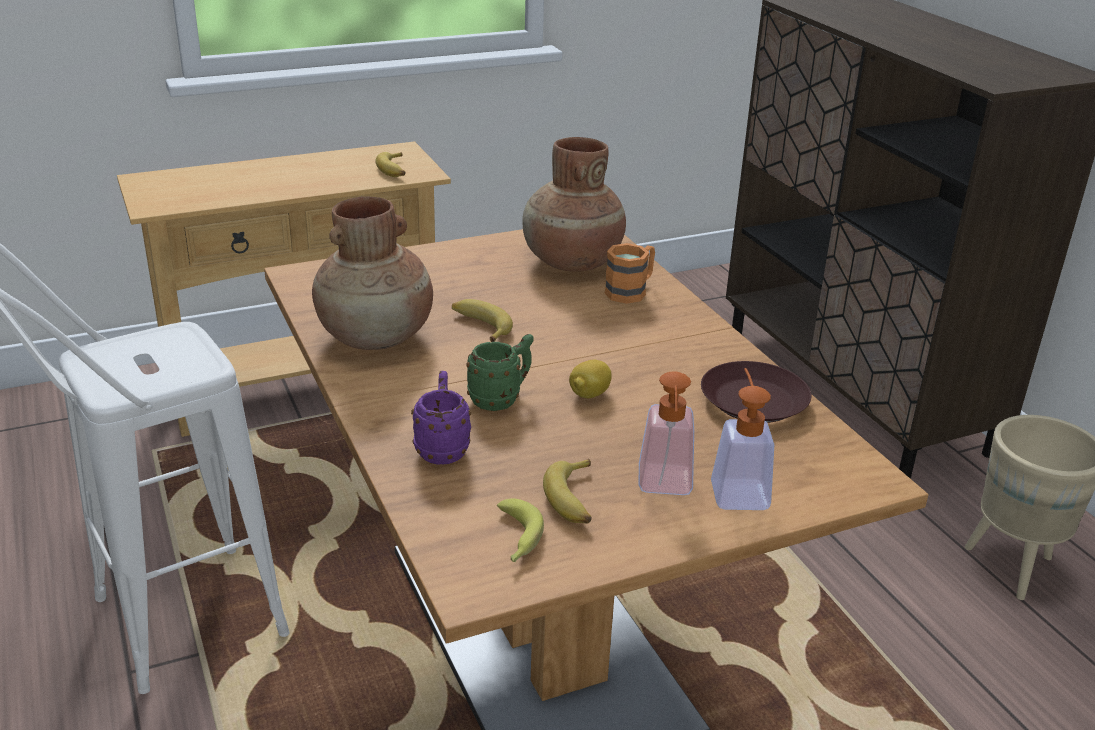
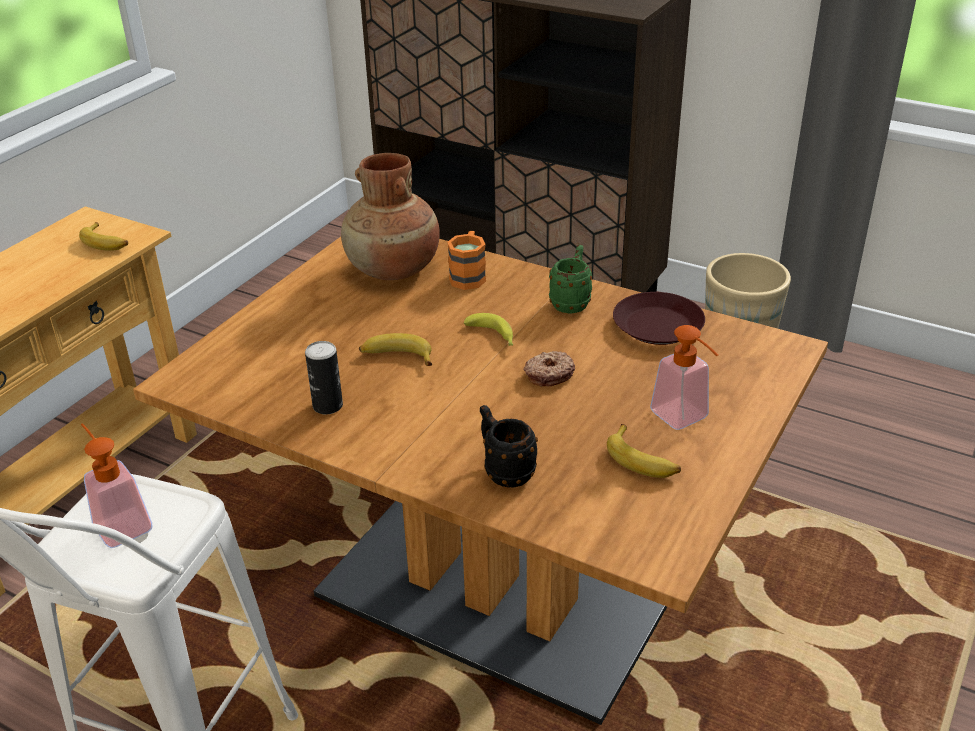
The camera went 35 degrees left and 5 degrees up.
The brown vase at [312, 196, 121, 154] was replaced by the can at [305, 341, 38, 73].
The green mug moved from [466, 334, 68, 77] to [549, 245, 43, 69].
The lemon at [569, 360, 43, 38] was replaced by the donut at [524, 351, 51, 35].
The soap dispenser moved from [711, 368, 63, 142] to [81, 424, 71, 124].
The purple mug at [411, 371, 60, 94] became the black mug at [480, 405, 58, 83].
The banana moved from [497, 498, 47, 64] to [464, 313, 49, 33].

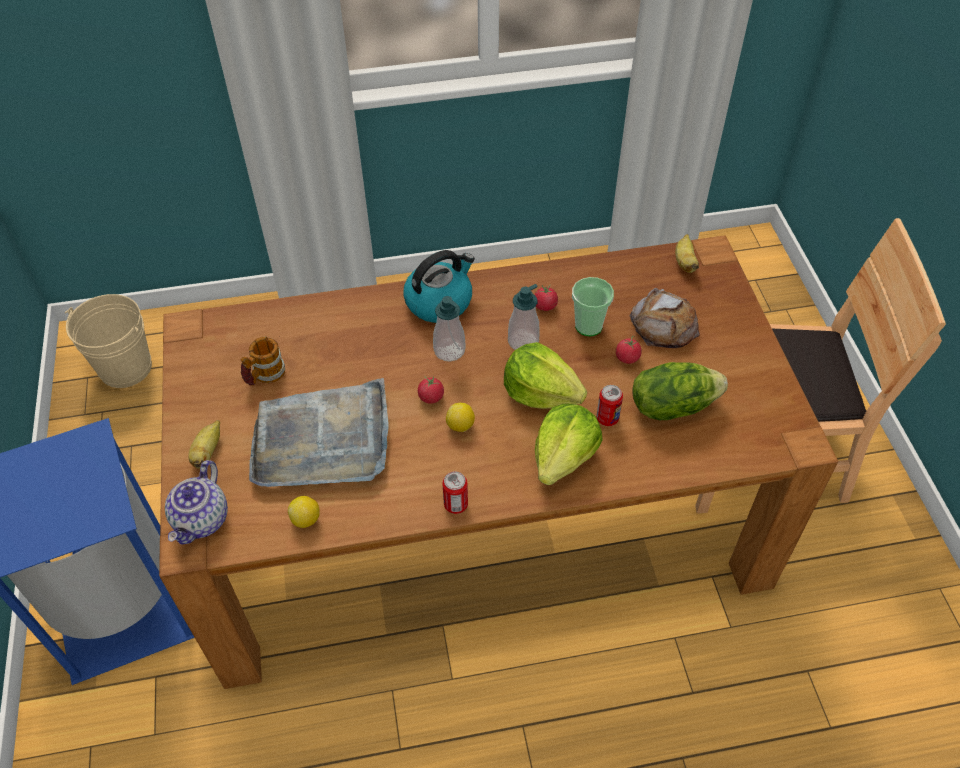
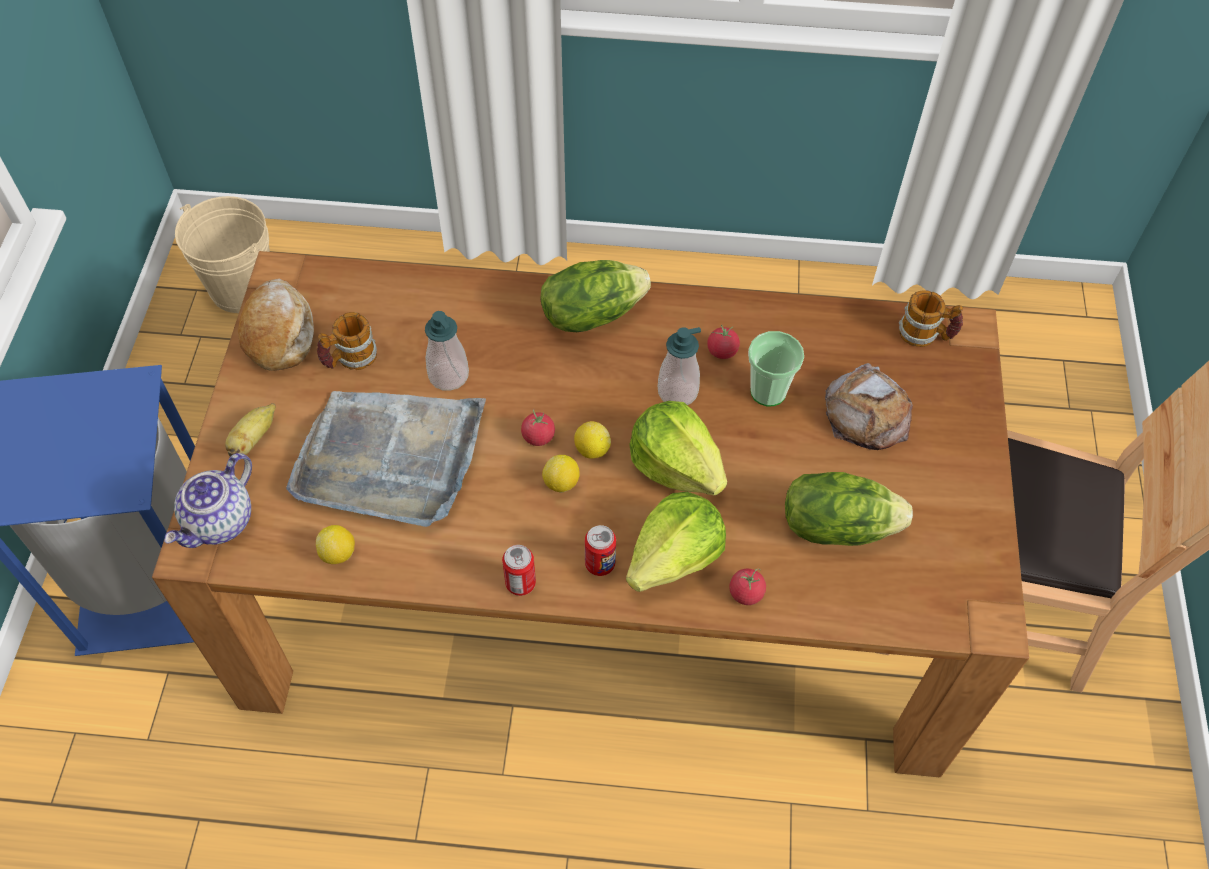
The camera went 15 degrees right and 5 degrees up.
The banana at [675, 234, 24, 39] was replaced by the mug at [899, 290, 64, 57].
The kettle at [403, 250, 72, 73] was replaced by the lettuce at [540, 260, 111, 72].
The soap dispenser moved from [433, 296, 32, 65] to [425, 311, 44, 80].
The tomato moved from [616, 335, 26, 29] to [729, 569, 37, 36].
The can moved from [596, 385, 27, 41] to [585, 525, 31, 51].
The bread at [238, 278, 76, 93] appeared.
The lemon at [574, 421, 37, 38] appeared.

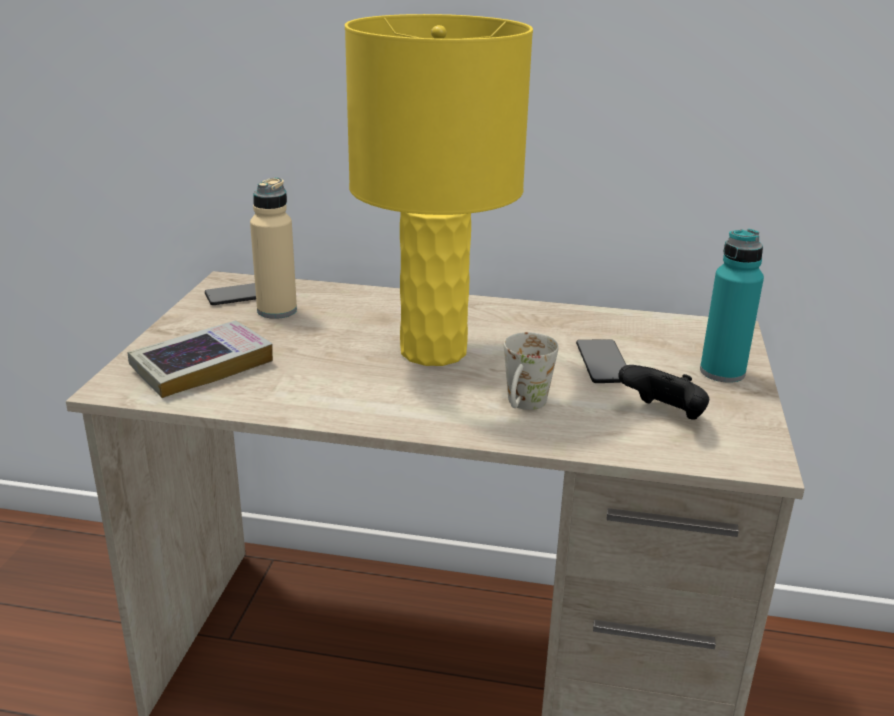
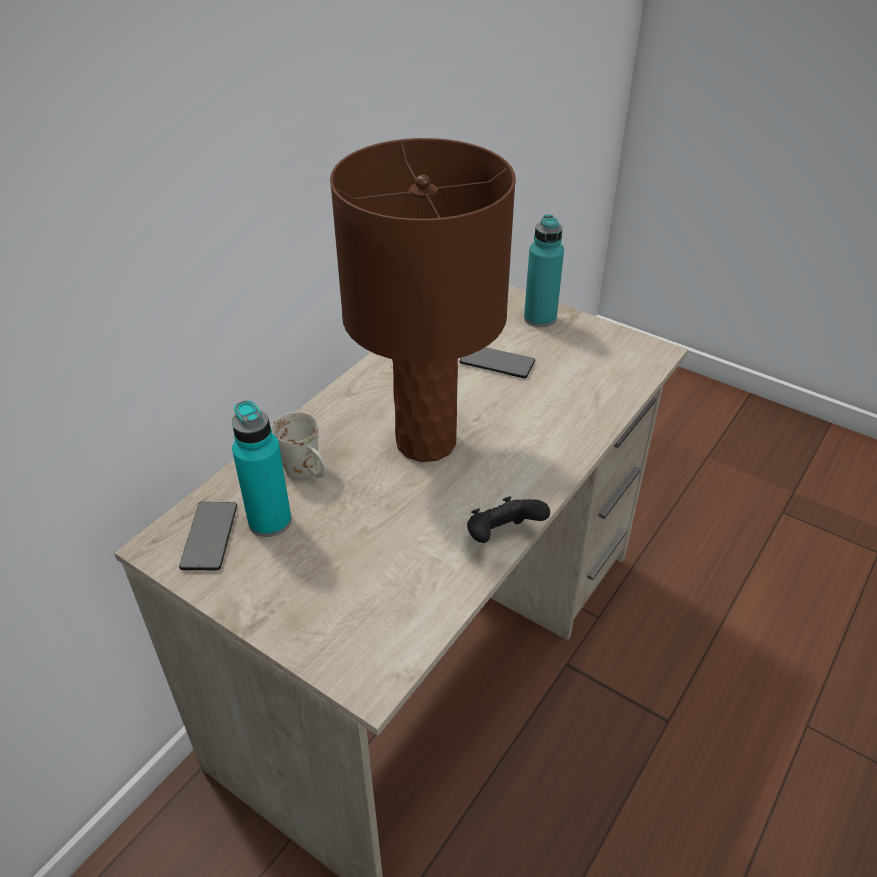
The camera went 65 degrees left and 15 degrees up.
The yellow table lamp at [345, 14, 188, 352] became the brown table lamp at [330, 138, 186, 324].
The beige bottle at [250, 178, 47, 141] became the turquoise bottle at [232, 400, 60, 137].
The book at [128, 321, 145, 77] disappeared.
The white mug moved from [504, 332, 55, 78] to [271, 412, 56, 66].
The black game controller moved from [618, 365, 91, 55] to [467, 496, 83, 47].

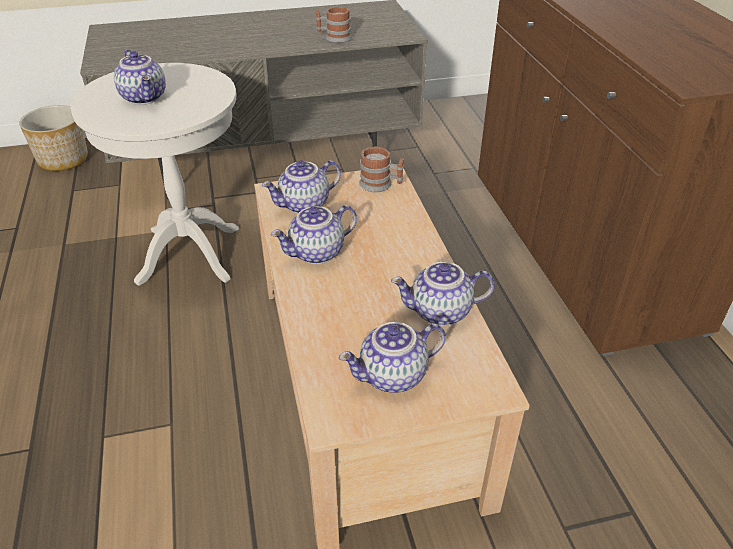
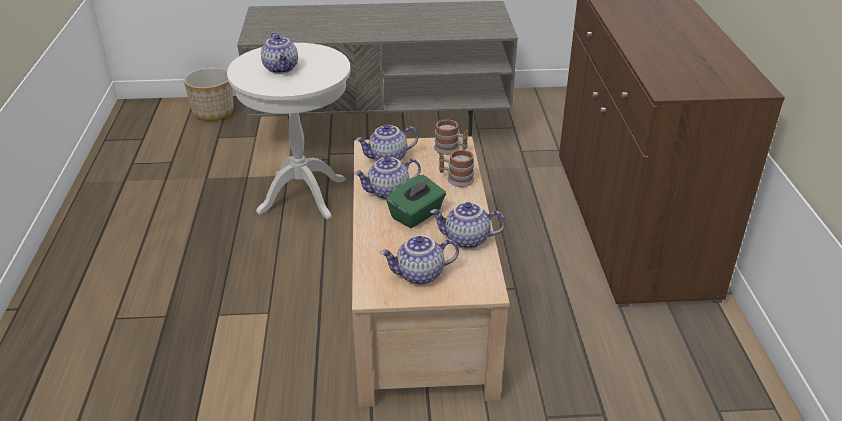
The camera went 10 degrees right and 5 degrees down.
The mug moved from [316, 7, 36, 36] to [439, 150, 36, 37].
The green tissue box at [386, 175, 60, 53] appeared.

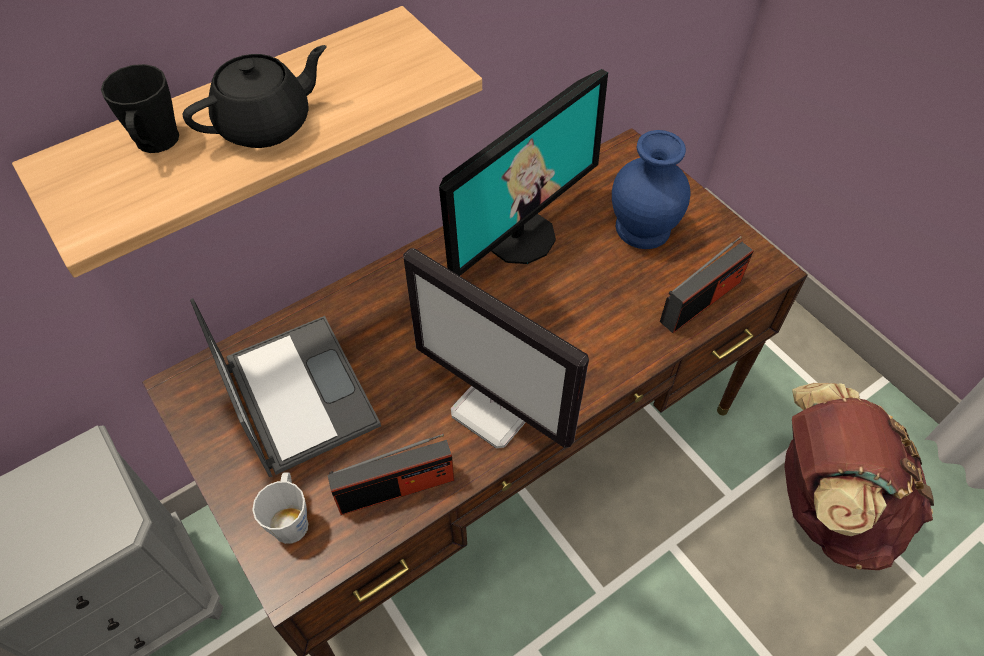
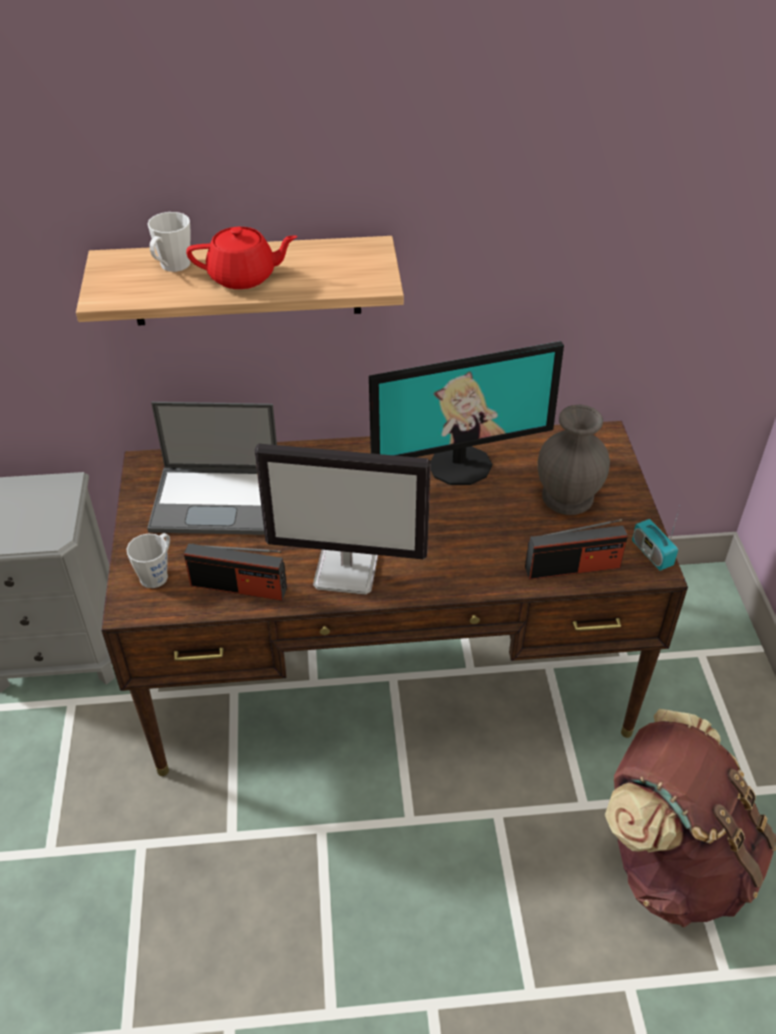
The camera went 30 degrees right and 10 degrees down.
The black teapot at [183, 45, 144, 103] became the red teapot at [186, 227, 112, 62].
The black mug at [101, 64, 78, 89] became the white mug at [147, 212, 44, 60].
The blue vase at [612, 130, 79, 119] became the grey vase at [538, 404, 72, 111].
The monitor at [403, 248, 186, 200] turned 60 degrees counterclockwise.
The laptop at [190, 298, 191, 179] turned 90 degrees clockwise.
The radio at [632, 506, 48, 65] appeared.

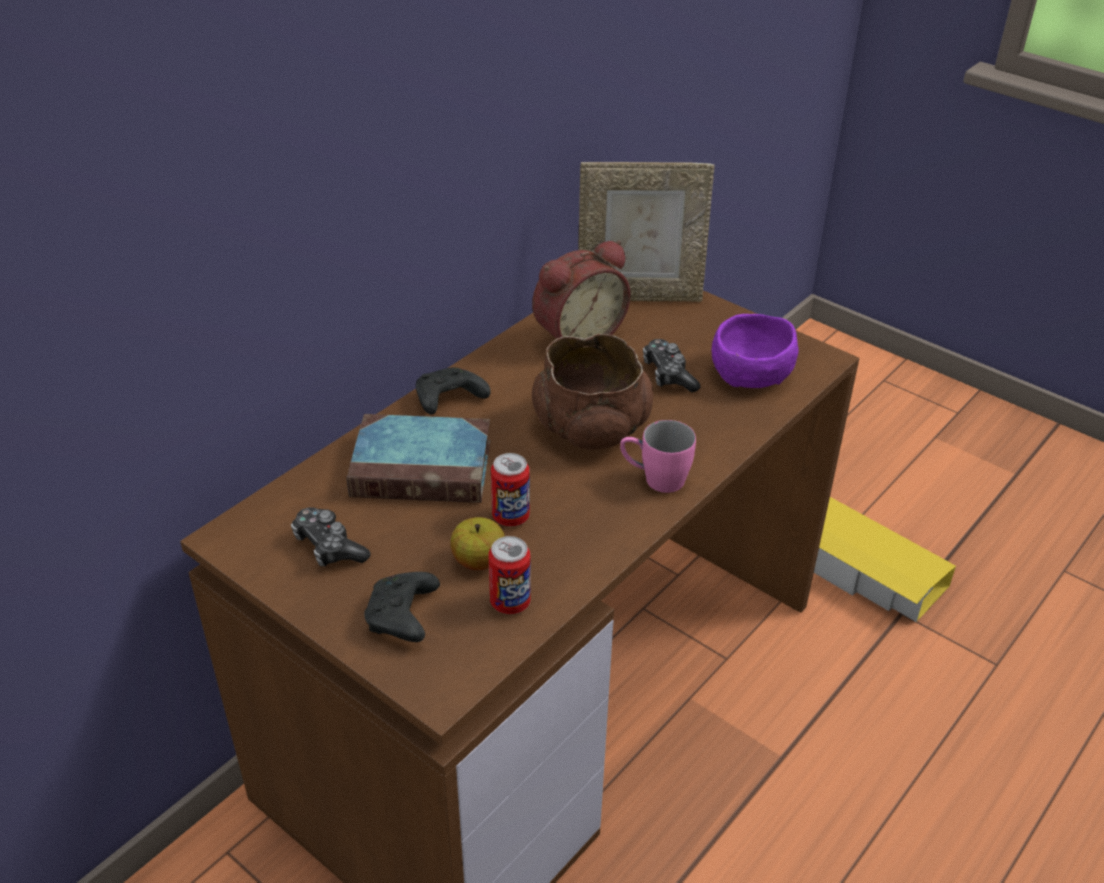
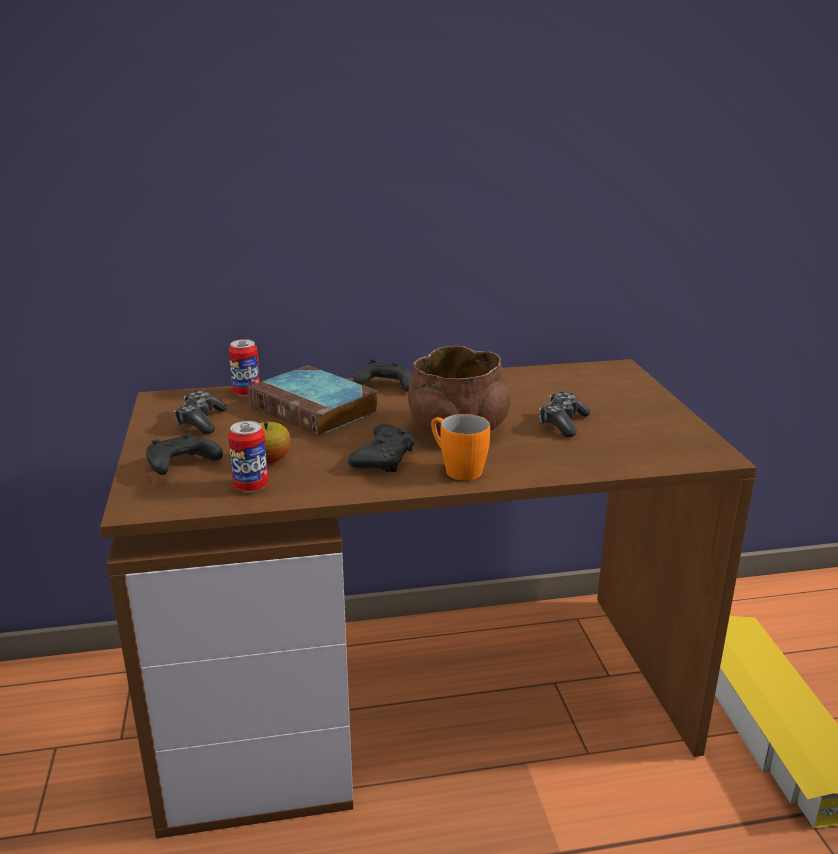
The camera went 40 degrees right and 15 degrees down.
The picture frame at [578, 162, 137, 140] disappeared.
The alarm clock at [532, 240, 99, 106] disappeared.
The purple bowl at [712, 314, 87, 74] disappeared.
The pink mug at [620, 420, 76, 73] became the orange mug at [431, 414, 59, 66].
The can moved from [491, 453, 39, 73] to [229, 339, 31, 58].
The black game controller at [348, 424, 67, 48] appeared.

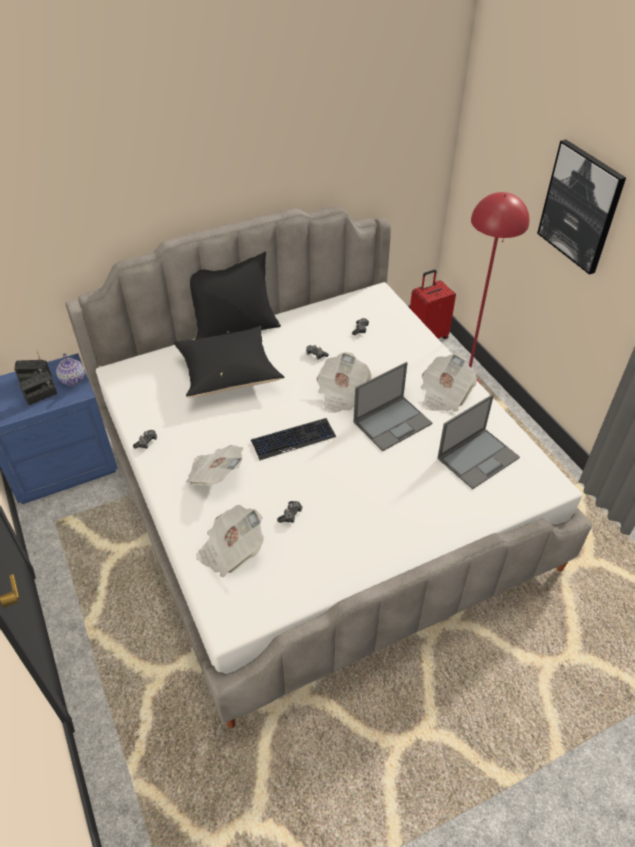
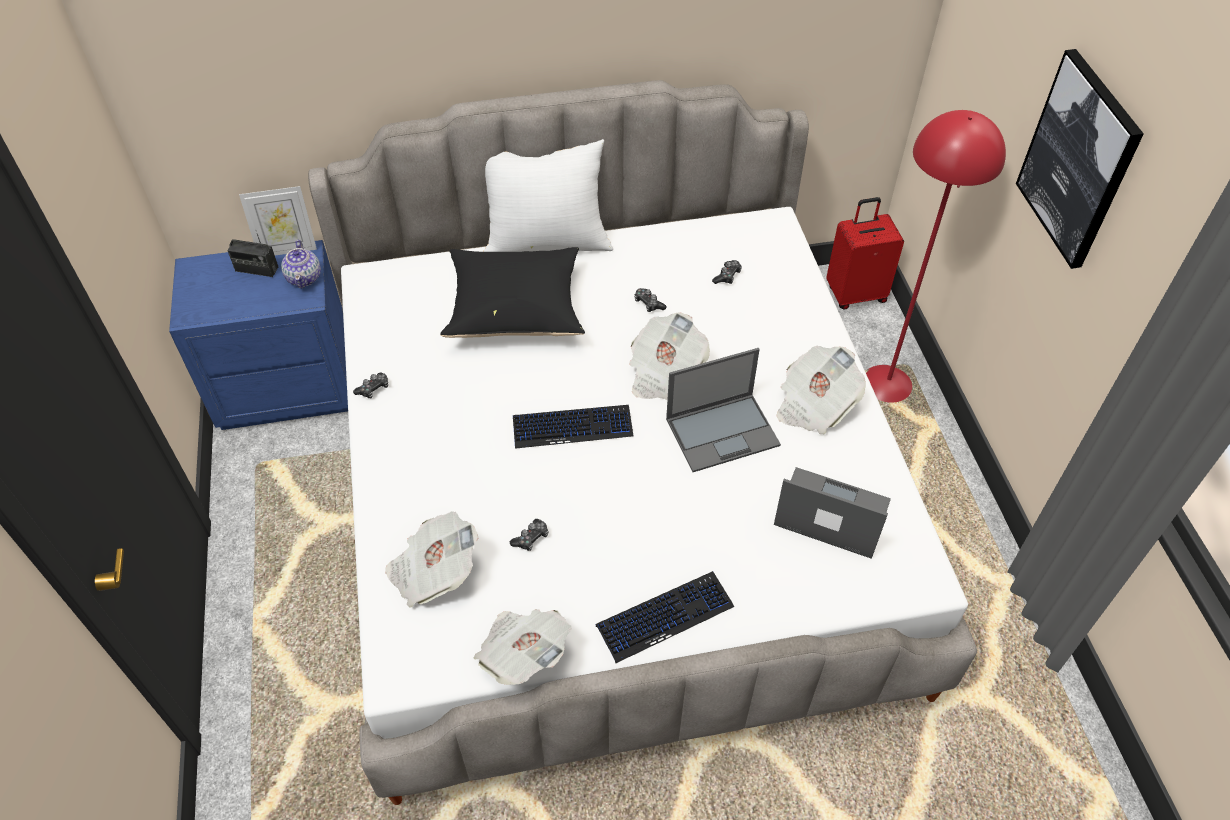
The camera went 15 degrees right and 5 degrees up.
The black pillow at [190, 252, 91, 87] became the white pillow at [483, 139, 130, 113].
The radio at [19, 360, 38, 45] disappeared.
The laptop at [437, 394, 83, 95] turned 135 degrees counterclockwise.
The newspaper moved from [186, 445, 57, 41] to [473, 609, 99, 76].
The picture frame at [239, 186, 78, 70] appeared.
The keyboard at [596, 571, 138, 92] appeared.

